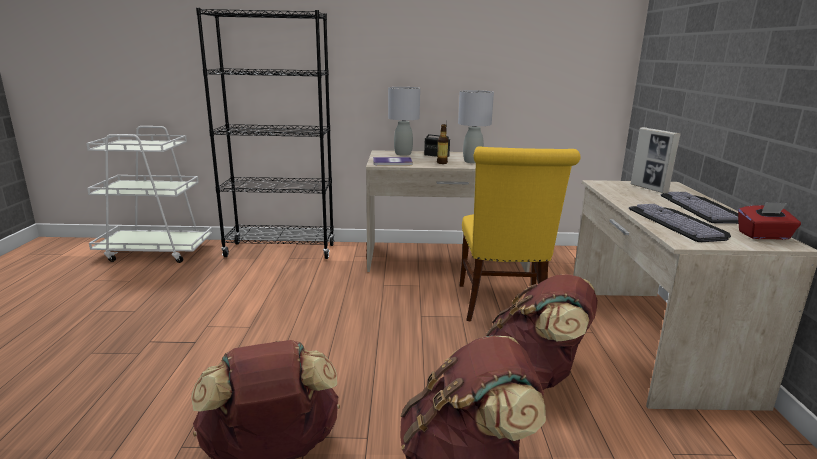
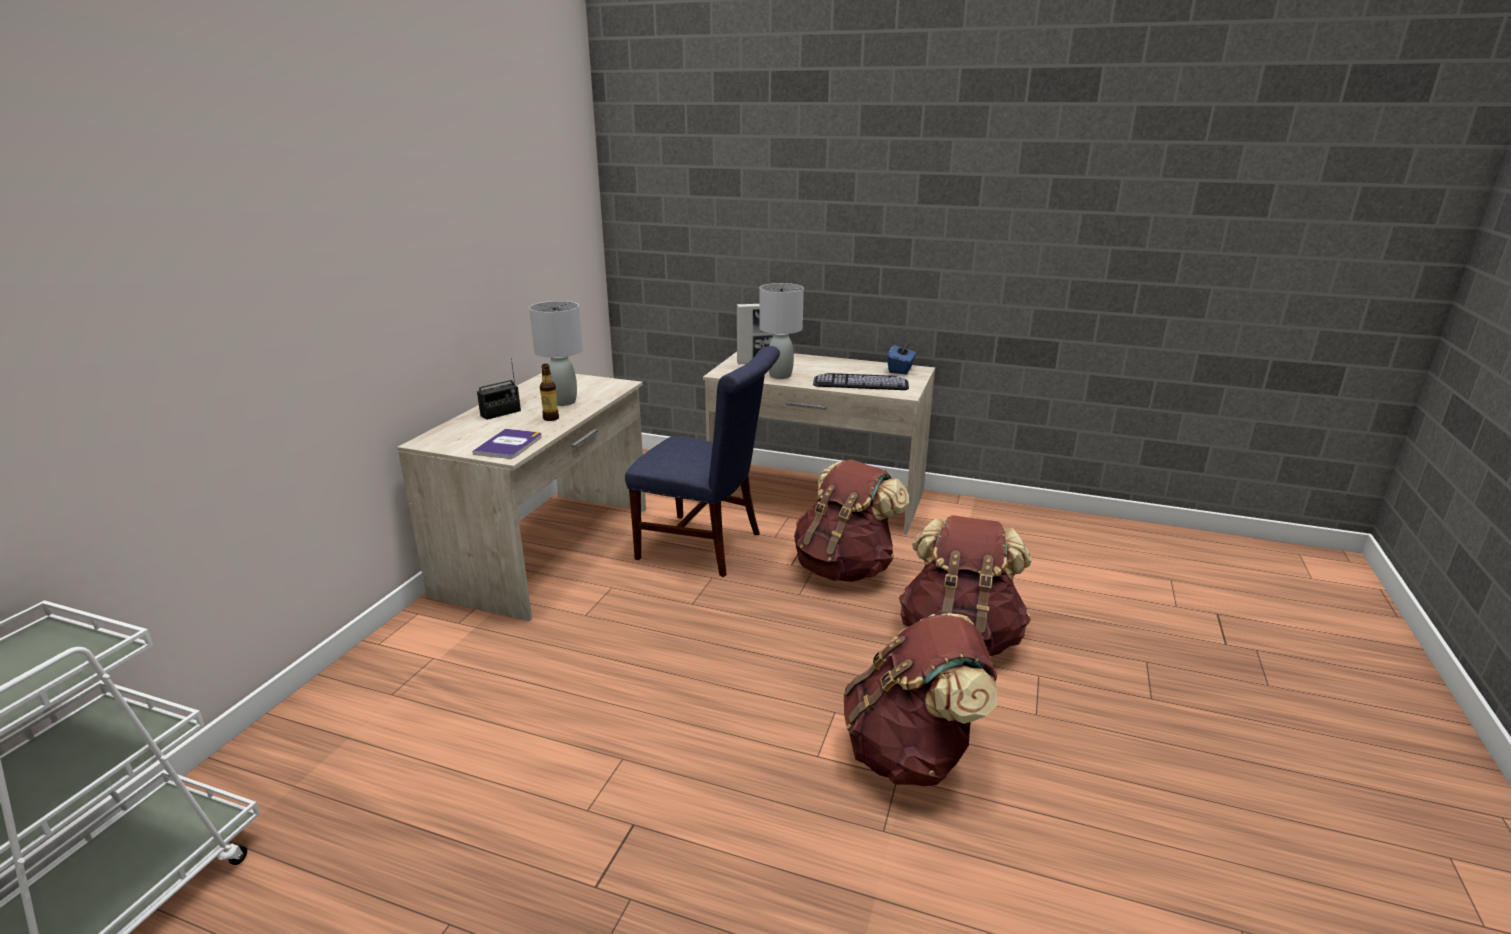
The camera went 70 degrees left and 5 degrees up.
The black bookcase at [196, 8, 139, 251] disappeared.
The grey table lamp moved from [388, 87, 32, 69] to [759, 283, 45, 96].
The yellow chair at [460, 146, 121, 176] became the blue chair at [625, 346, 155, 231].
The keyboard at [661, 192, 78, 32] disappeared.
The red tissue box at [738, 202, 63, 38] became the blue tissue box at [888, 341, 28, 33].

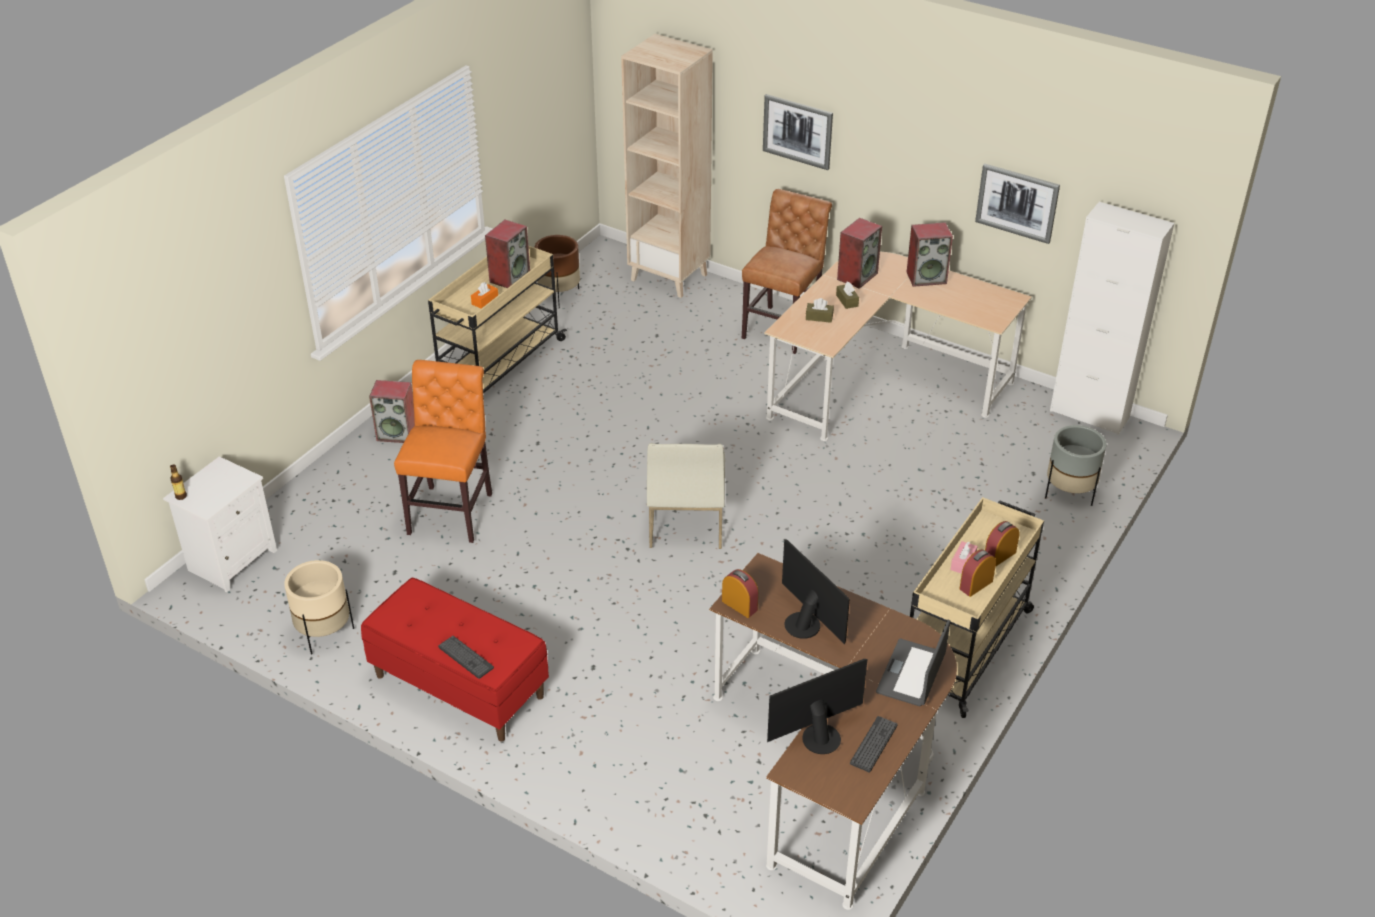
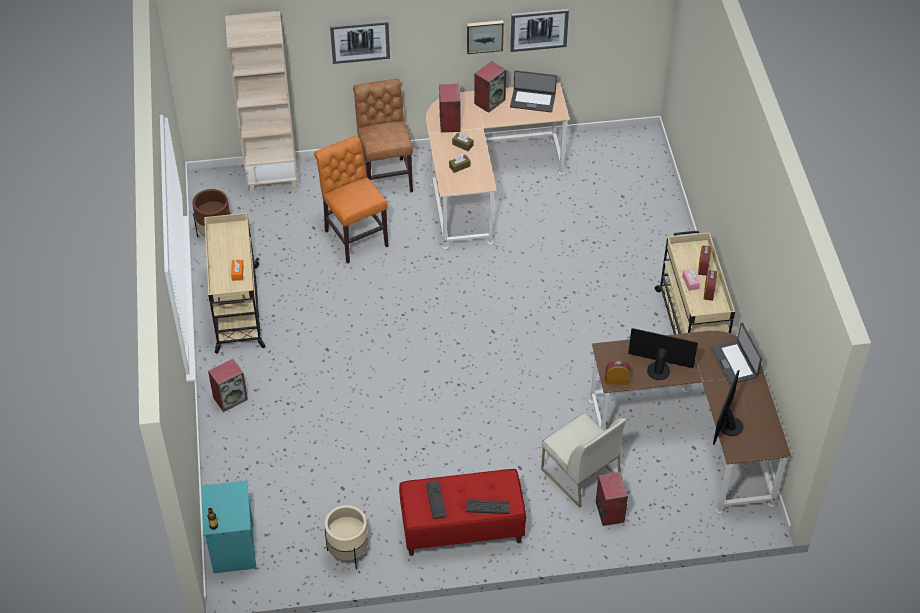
The camera went 40 degrees left and 10 degrees up.
The white cabinet at [1050, 202, 124, 233] disappeared.
The speaker moved from [485, 220, 45, 68] to [596, 472, 32, 54].
The orange chair moved from [394, 360, 98, 183] to [314, 136, 75, 128].
The grey planter at [1045, 425, 61, 81] disappeared.
The white chair moved from [647, 443, 78, 106] to [541, 413, 86, 94].
The white nightstand at [163, 456, 114, 136] became the turquoise nightstand at [201, 480, 56, 93].
The keyboard moved from [850, 716, 48, 56] to [426, 481, 21, 38].
The picture at [467, 20, 37, 34] appeared.
The laptop at [510, 70, 47, 42] appeared.

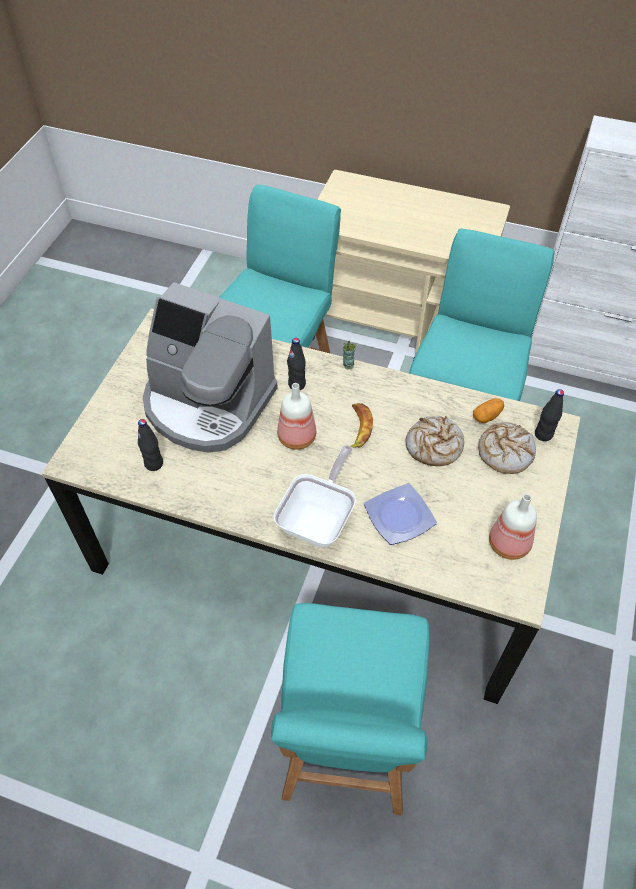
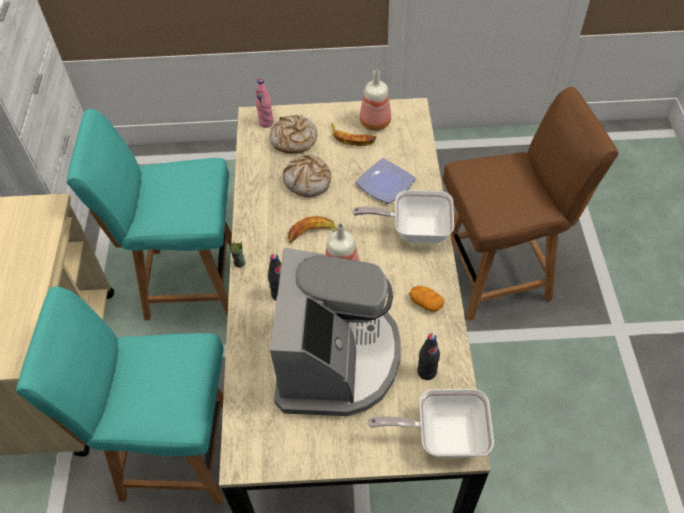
The camera went 110 degrees left and 0 degrees up.
The black bottle at [535, 389, 29, 52] became the pink bottle at [255, 79, 19, 49].
The potato moved from [473, 398, 31, 25] to [409, 286, 36, 26].
The turquoise chair at [271, 603, 158, 213] became the brown chair at [443, 87, 175, 234].
The banana at [331, 123, 46, 23] appeared.
The frying pan at [368, 389, 126, 68] appeared.

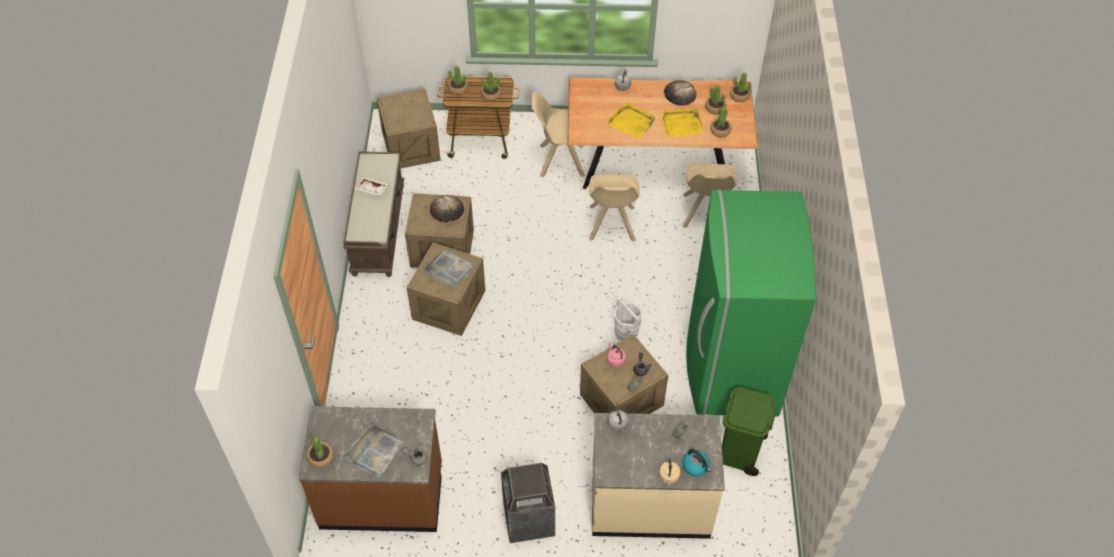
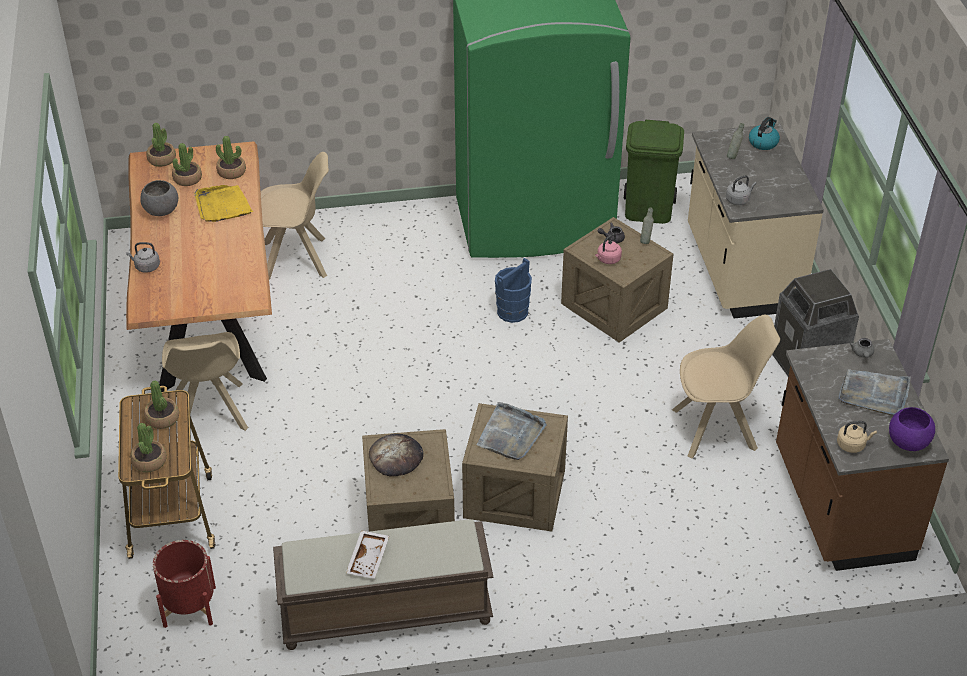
The camera went 100 degrees left and 10 degrees down.
The bread at [664, 80, 32, 26] was replaced by the grey bowl at [140, 180, 38, 36].
The crate at [377, 89, 64, 80] was replaced by the red planter at [153, 540, 63, 88].
The yellow tray at [607, 103, 49, 35] disappeared.
The beige chair moved from [588, 174, 52, 68] to [672, 314, 108, 144].
The white bucket at [614, 297, 28, 44] became the blue bucket at [495, 258, 37, 65].
The potted plant at [306, 435, 28, 33] was replaced by the purple bowl at [889, 407, 46, 44].
The beige kettle moved from [659, 458, 22, 27] to [837, 421, 40, 32].

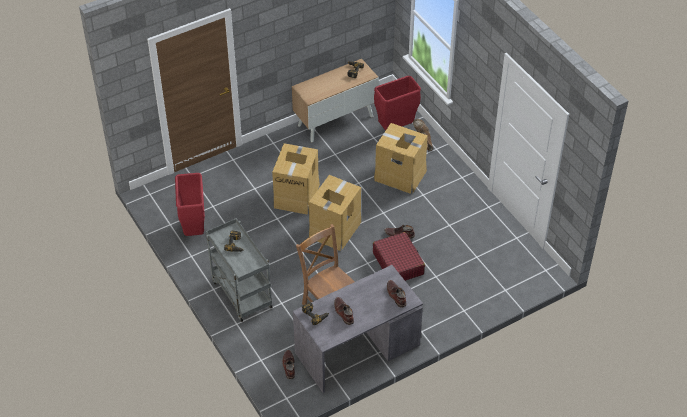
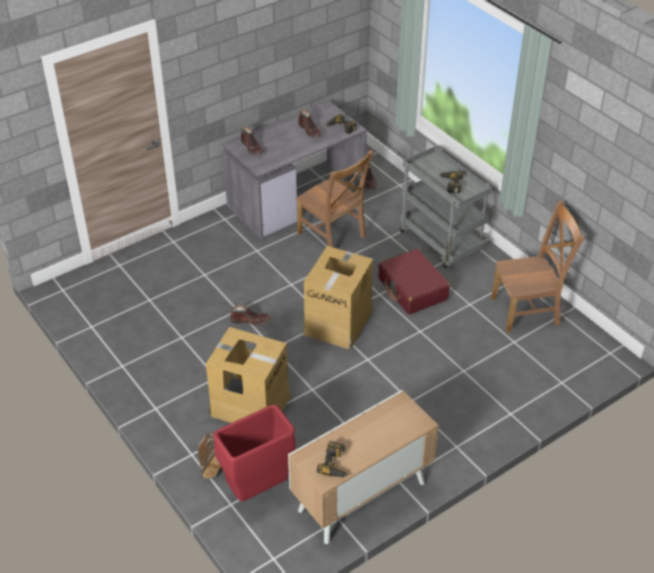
The camera went 175 degrees right and 5 degrees down.
The cardboard box at [272, 143, 48, 72] disappeared.
The red trash can at [175, 173, 30, 63] was replaced by the brown chair at [491, 201, 93, 132].
The red suitcase moved from [373, 232, 52, 49] to [378, 249, 72, 66].

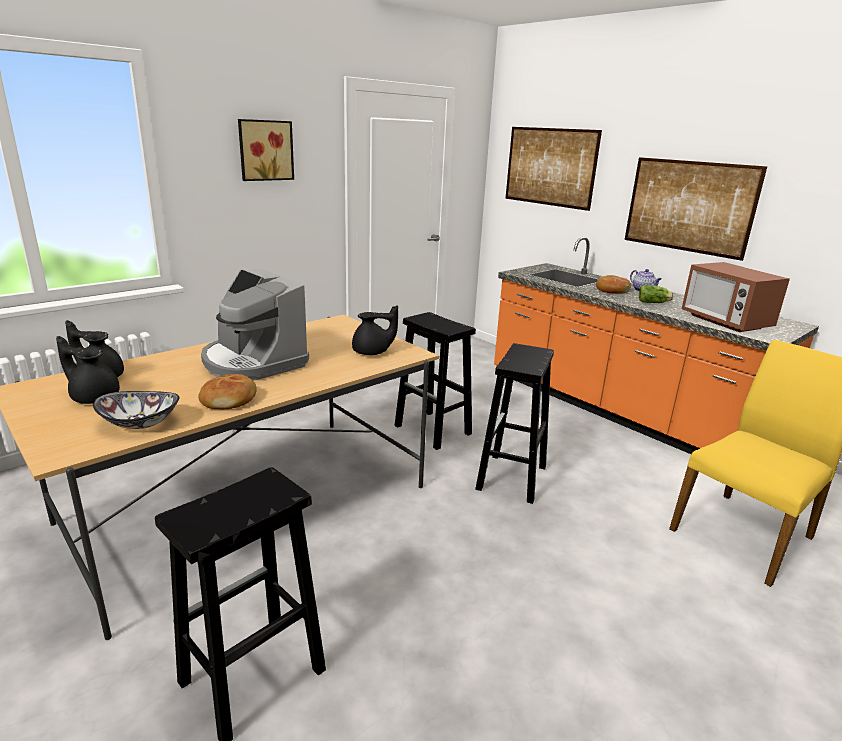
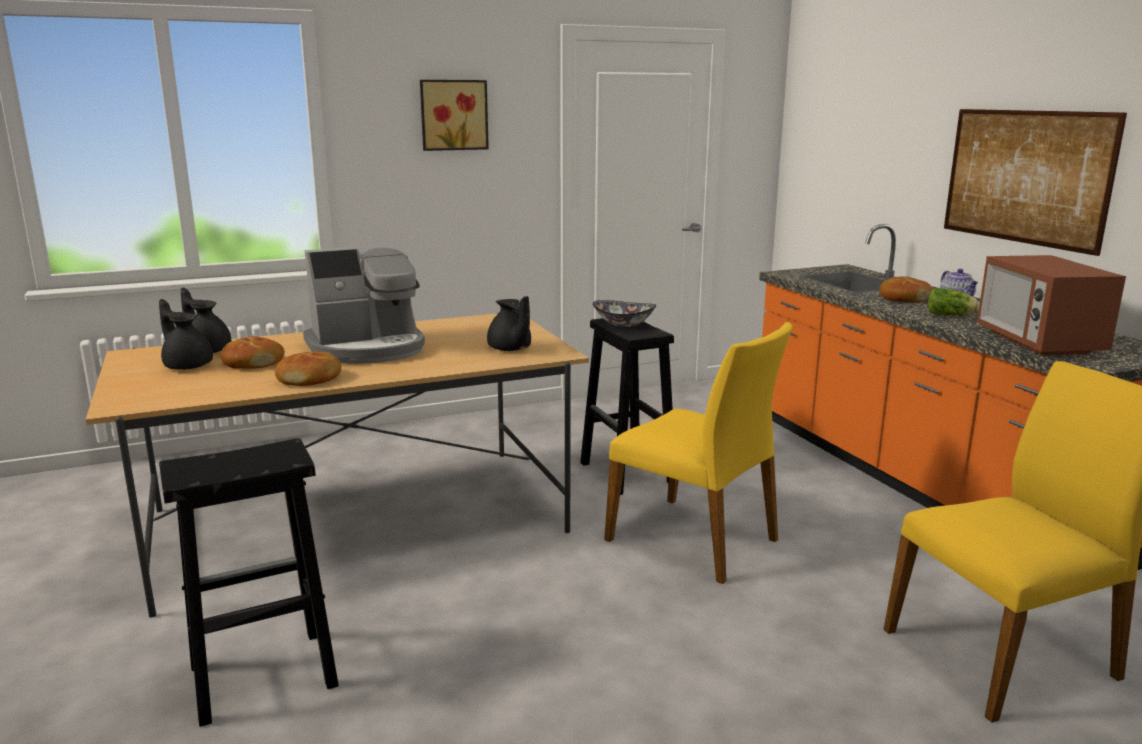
The camera went 20 degrees right and 5 degrees down.
The picture at [506, 127, 96, 84] disappeared.
The coffee machine at [201, 269, 108, 112] turned 90 degrees counterclockwise.
The black teapot at [352, 305, 46, 50] turned 45 degrees clockwise.
The black stool at [475, 343, 79, 161] was replaced by the yellow chair at [604, 322, 189, 262].
The bowl moved from [93, 391, 87, 38] to [593, 300, 63, 27].
The bread at [220, 336, 65, 33] appeared.

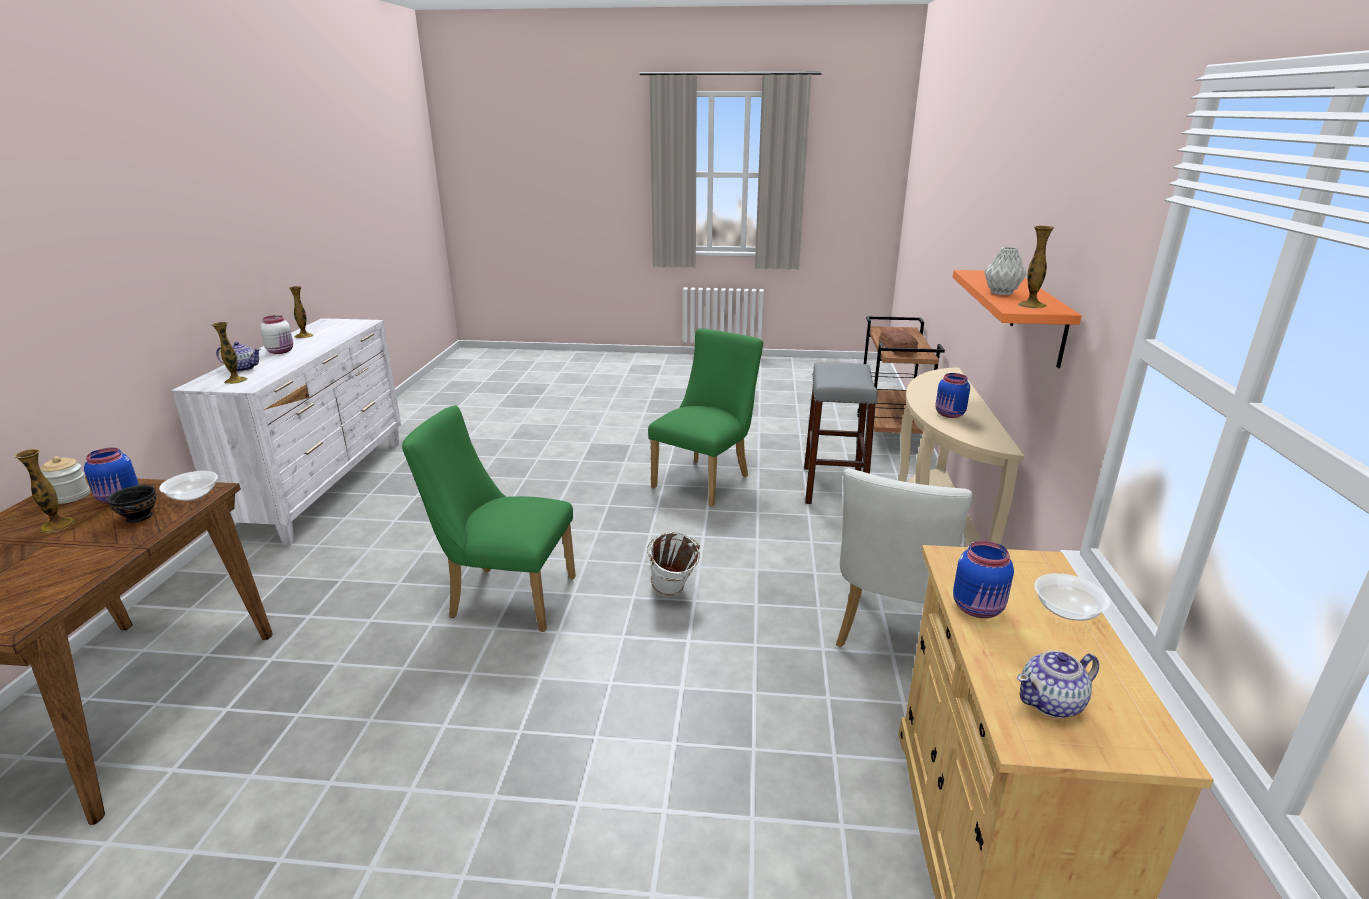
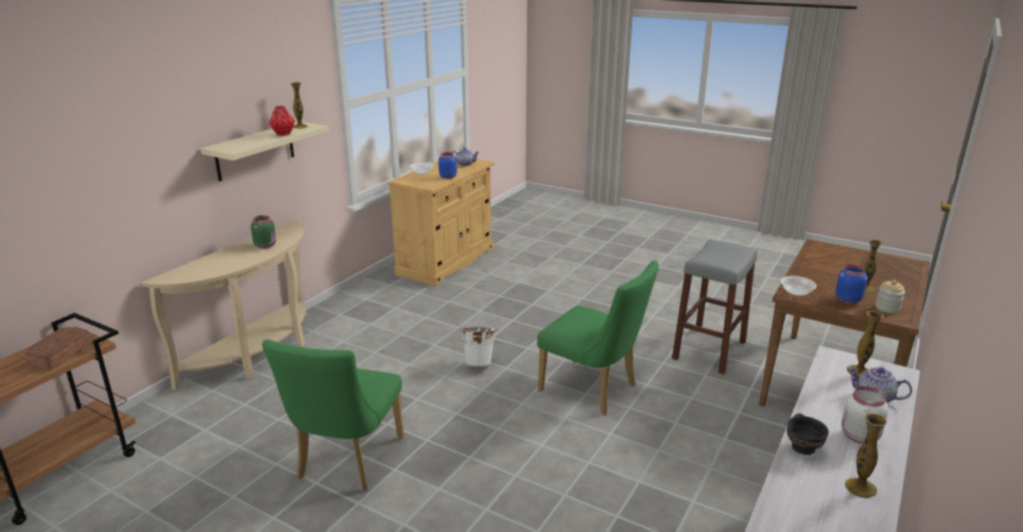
The camera went 155 degrees left and 0 degrees up.
The grey vase at [984, 247, 42, 48] became the red vase at [269, 106, 26, 30].
The orange shelf at [952, 270, 130, 98] became the beige shelf at [201, 122, 128, 59].
The green chair at [648, 329, 115, 178] turned 45 degrees counterclockwise.
The grey stool moved from [804, 362, 74, 142] to [672, 239, 85, 135].
The blue jar at [935, 373, 35, 45] became the green jar at [251, 215, 25, 34].
The white chair at [836, 469, 137, 178] disappeared.
The black bowl moved from [107, 485, 49, 38] to [787, 413, 42, 42].

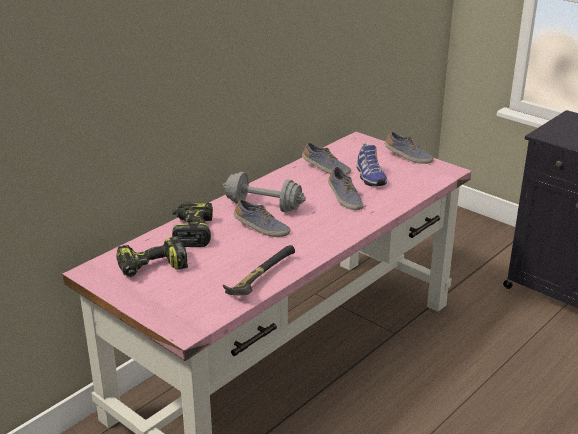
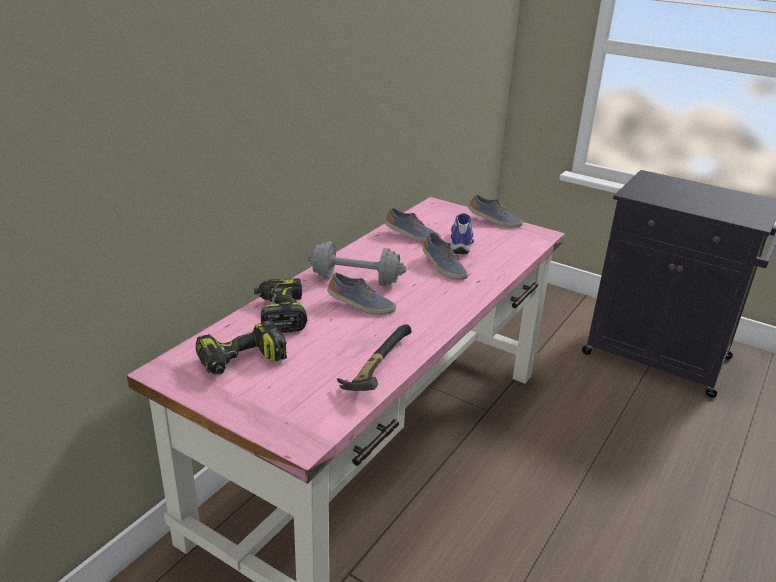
The camera went 10 degrees left and 0 degrees up.
The shoe at [357, 143, 30, 43] turned 150 degrees counterclockwise.

